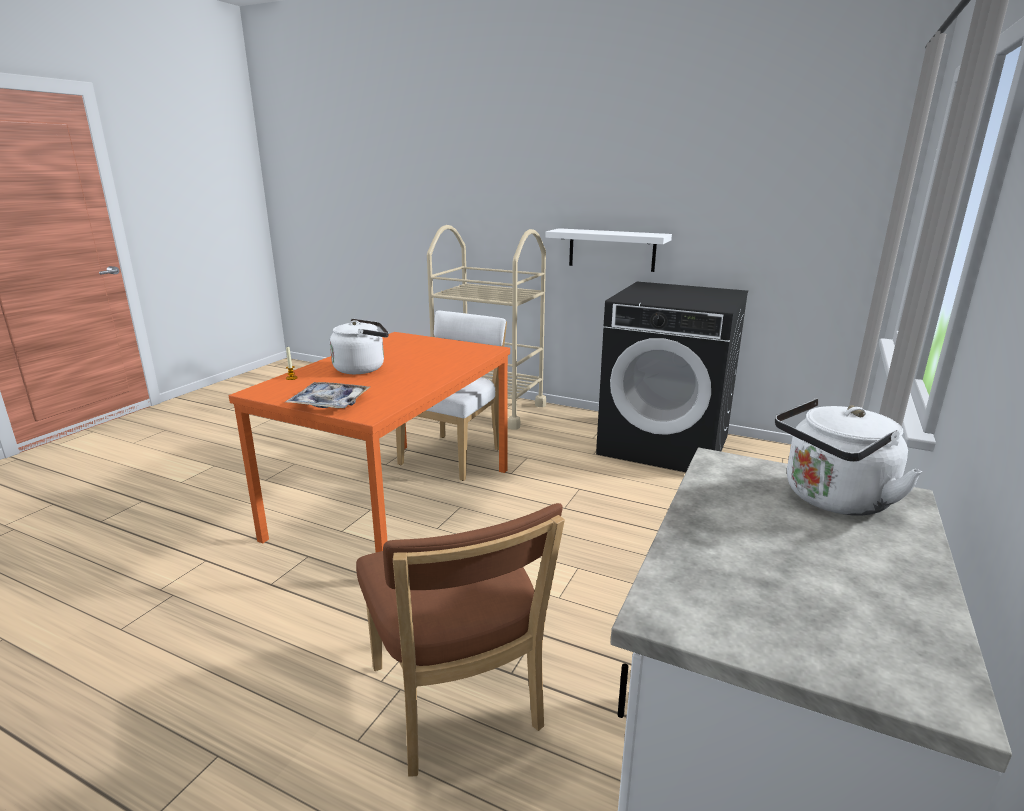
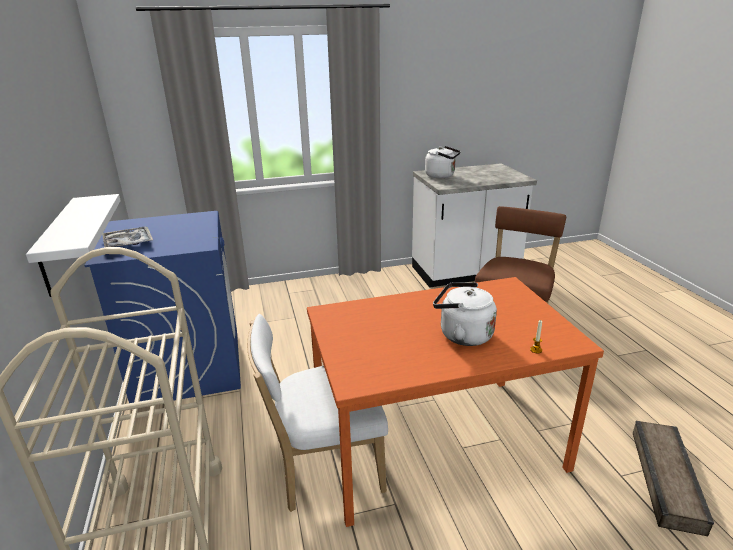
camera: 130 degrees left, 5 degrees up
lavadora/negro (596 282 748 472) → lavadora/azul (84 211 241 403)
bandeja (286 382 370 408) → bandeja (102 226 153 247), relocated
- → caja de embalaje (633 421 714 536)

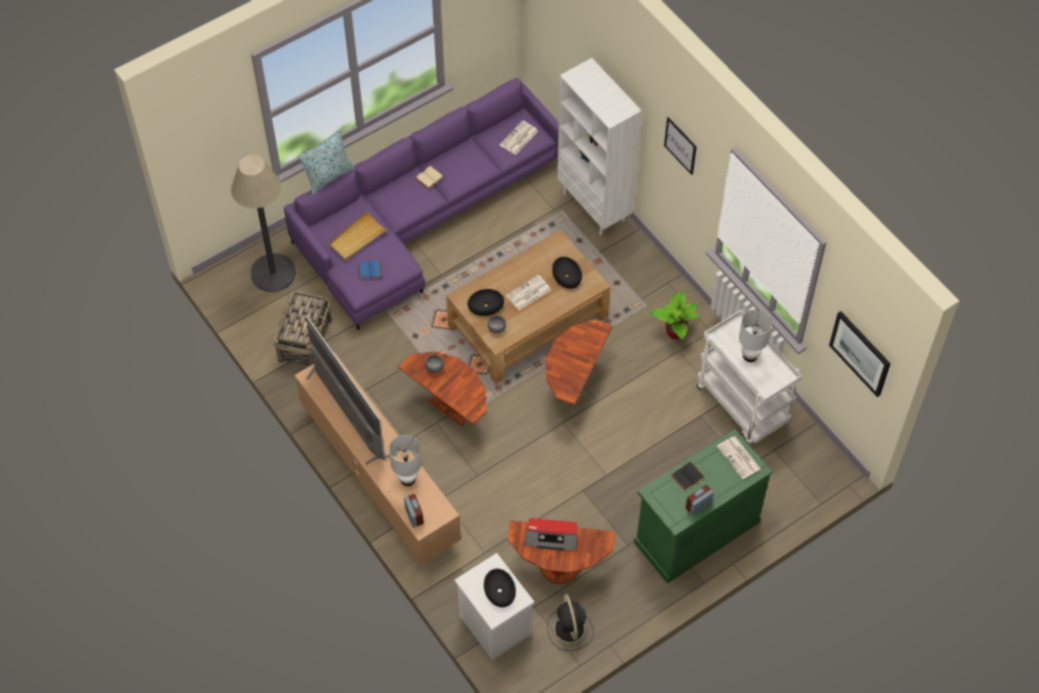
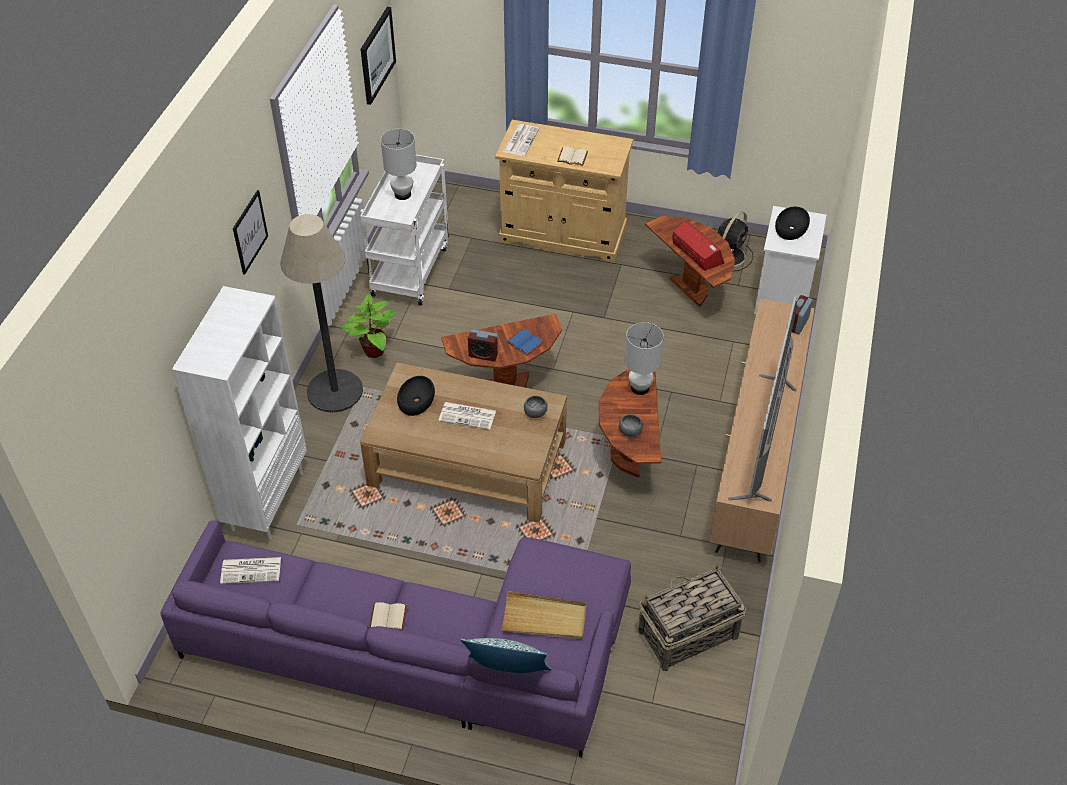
camera: 130 degrees left, 10 degrees down
lámpara de pie (231 155 296 292) → lámpara de pie (280 214 363 413), relocated
libro/azul (358 260 382 280) → libro/azul (506 329 544 356), relocated
cuenco/negro (468 289 504 316) → -
armario/verde (634 429 772 584) → armario/beis (495 120 633 263)
lámpara de mesa/blanco (389 435 421 486) → lámpara de mesa/blanco (625 322 664 395), relocated
libro/negro (671 461 705 491) → libro/beis (557 147 588 166)
despertador (686 485 714 516) → despertador (468 329 499 361), relocated

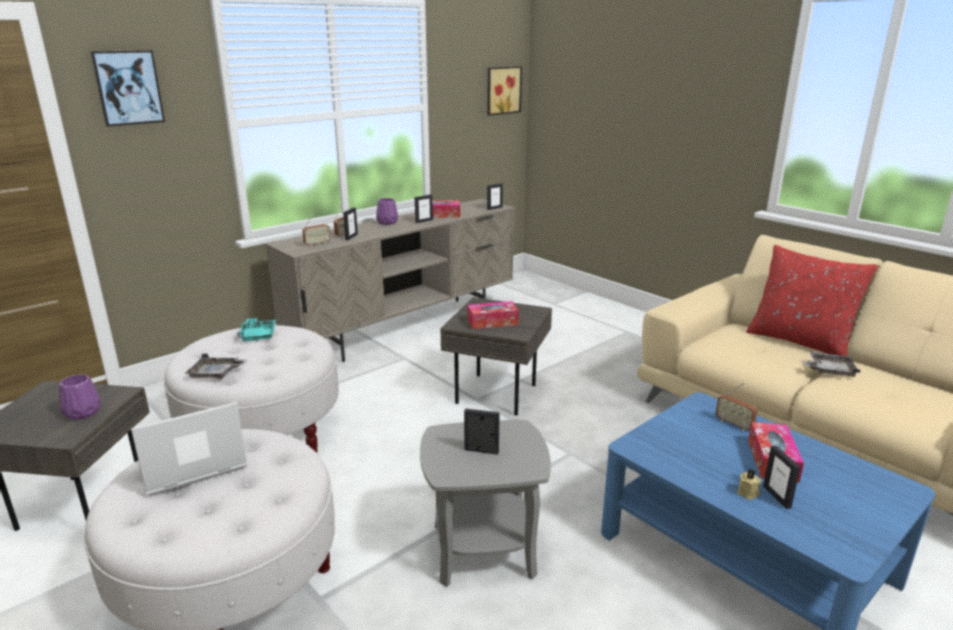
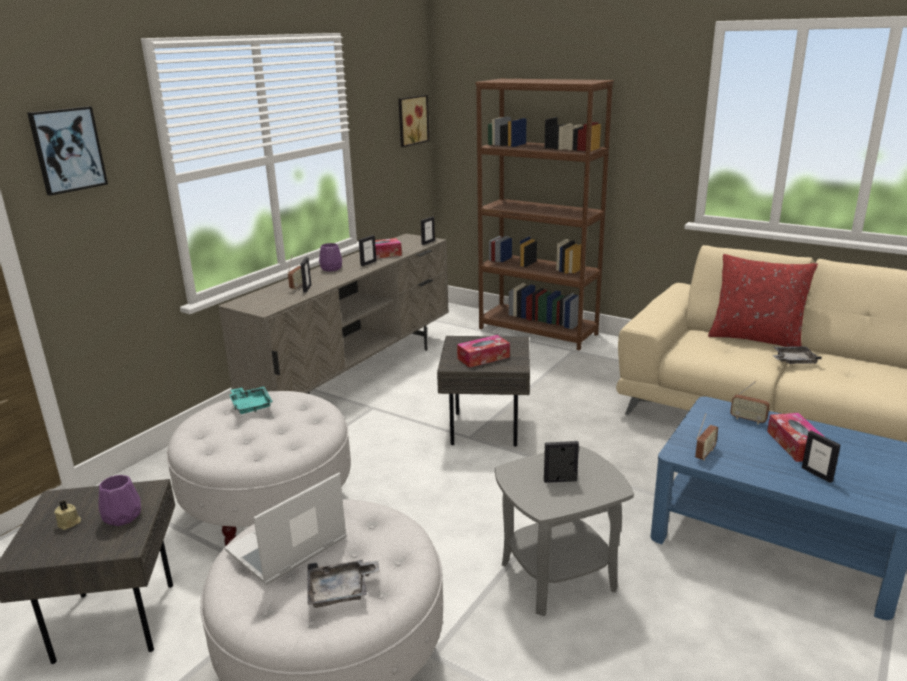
camera: 15 degrees left, 0 degrees up
radio (302 212 331 246) → radio (695 413 718 461), relocated
bandeja/gris (184 354 247 379) → bandeja/gris (308 560 380 608), relocated
vela/beis (738 469 761 500) → vela/beis (54 500 81 530), relocated
- → estantería/marrón (476 79 614 351)

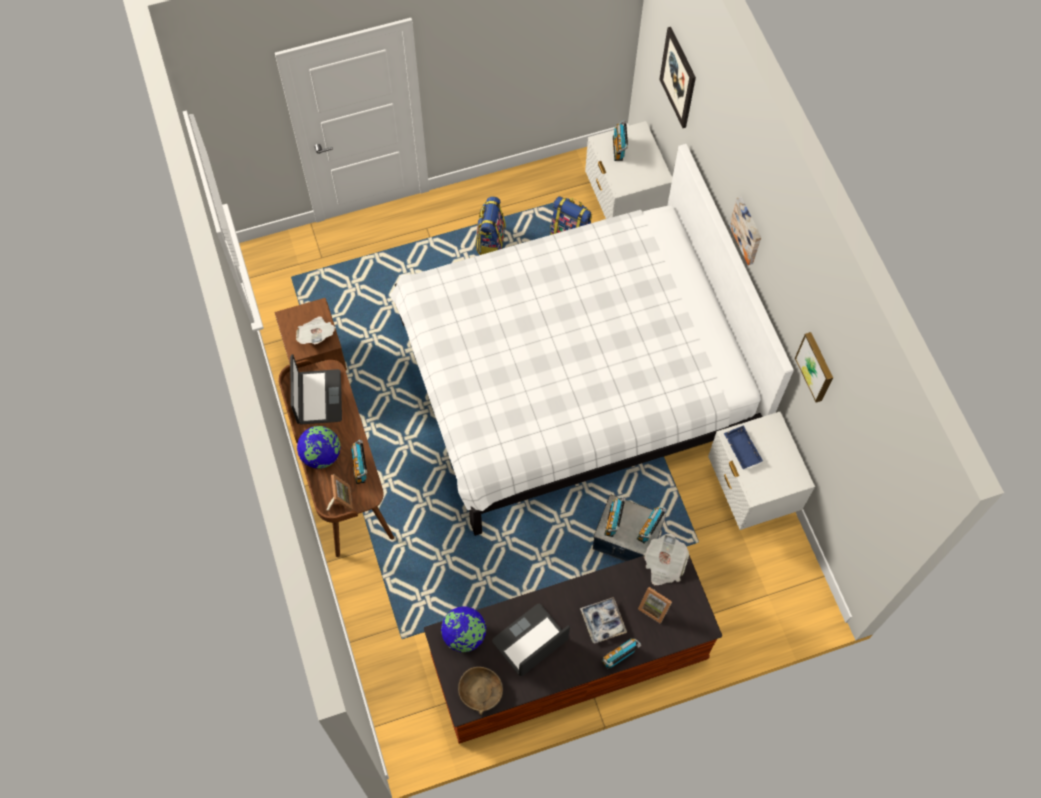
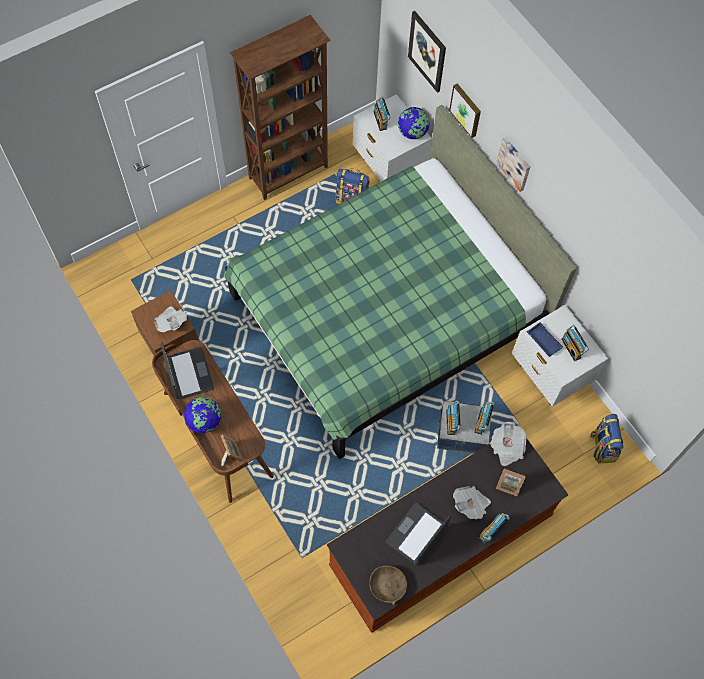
camera: 15 degrees left, 0 degrees up
cama/blanco (390 144 794 536) → cama/verde (223 105 577 459)
mochila (475 197 506 255) → mochila (590 414 624 464), relocated
cuadro (795 332 833 402) → cuadro (449 83 481 138), relocated
radio (351 440 367 484) → radio (561 325 589 361), relocated
bandeja (580 597 627 644) → periódico (453 486 491 519)
globo terráqueo (441 606 486 652) → globo terráqueo (398 107 430 139), relocated
- → estantería/marrón (230 15 331 200)

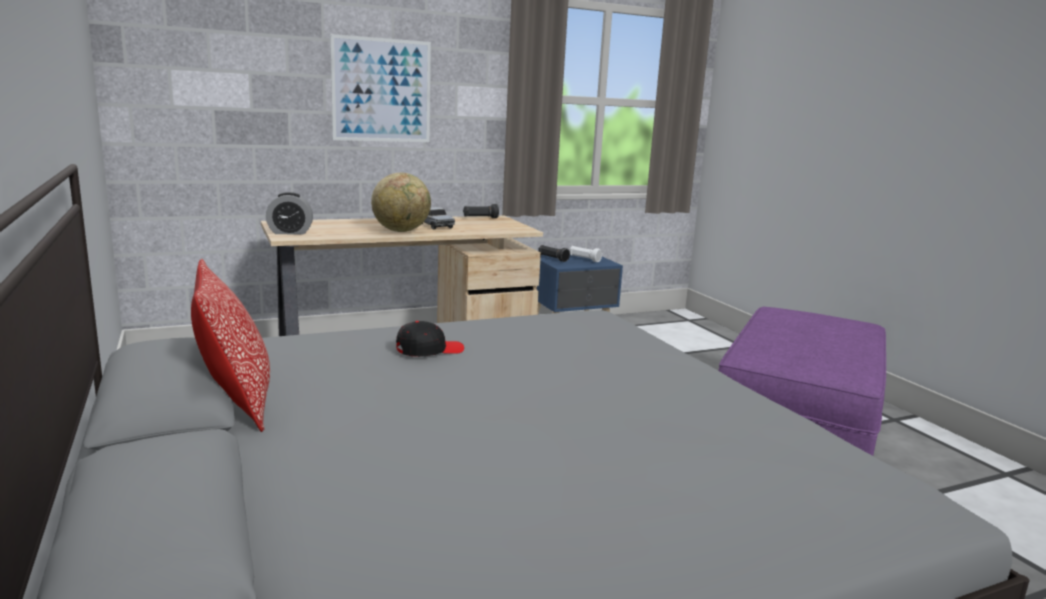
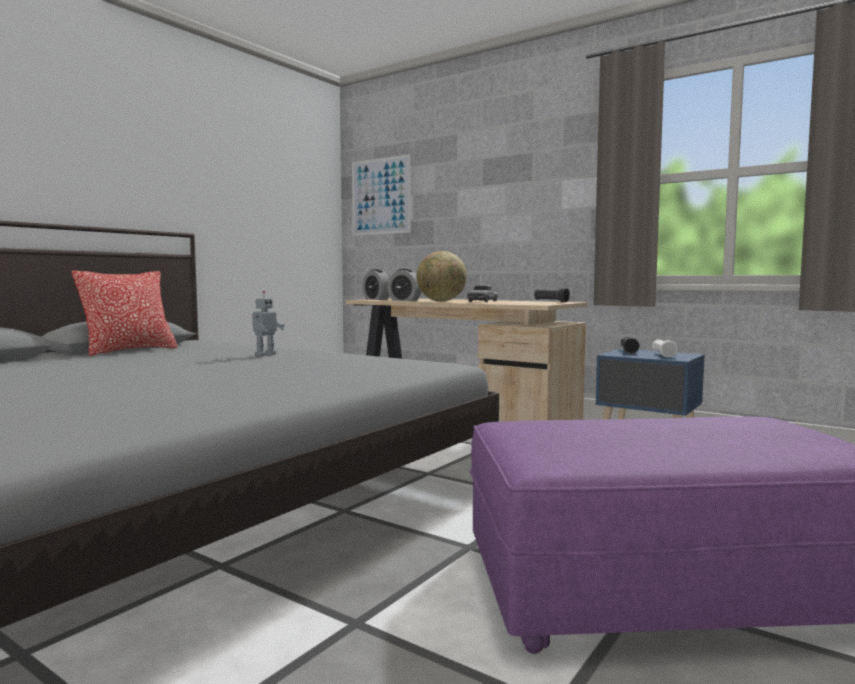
camera: 60 degrees right, 10 degrees down
cuadro (330 34 431 142) → cuadro (352 154 411 236), relocated
gorra/negro (396 321 464 357) → robot de juguete (252 291 285 356)
- → despertador (387 269 421 301)

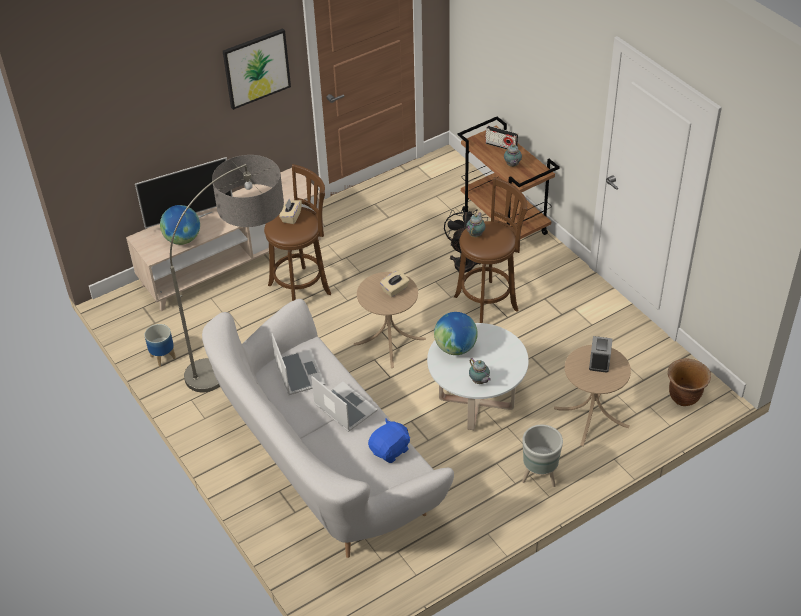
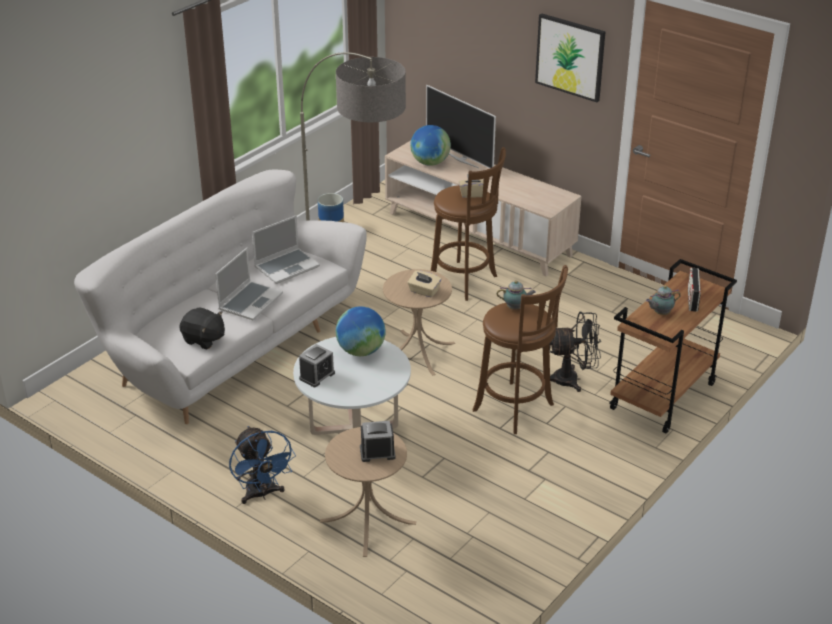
camera: 70 degrees right, 10 degrees down
tetera (469 358 491 384) → despertador (299 344 335 387)
maceta/marrón (668 358 711 406) → -
peluche/azul (368 419 410 463) → peluche/negro (179 307 225 350)
maceta/gris (522 424 563 487) → ventilador/azul (229 426 296 504)

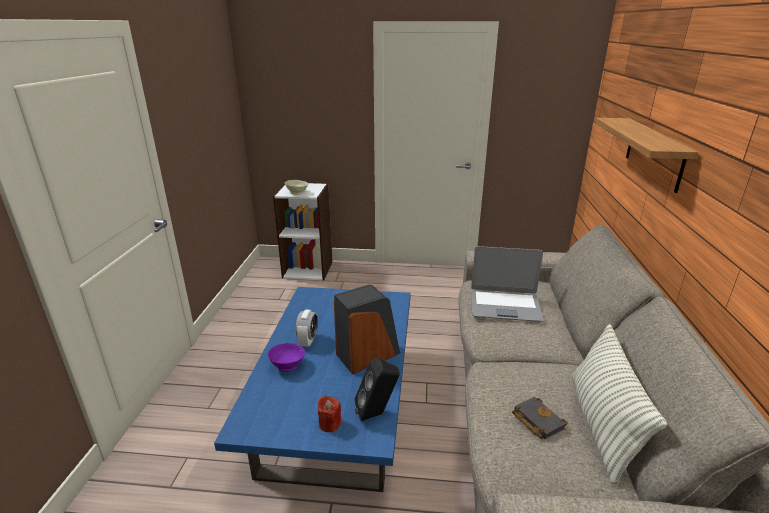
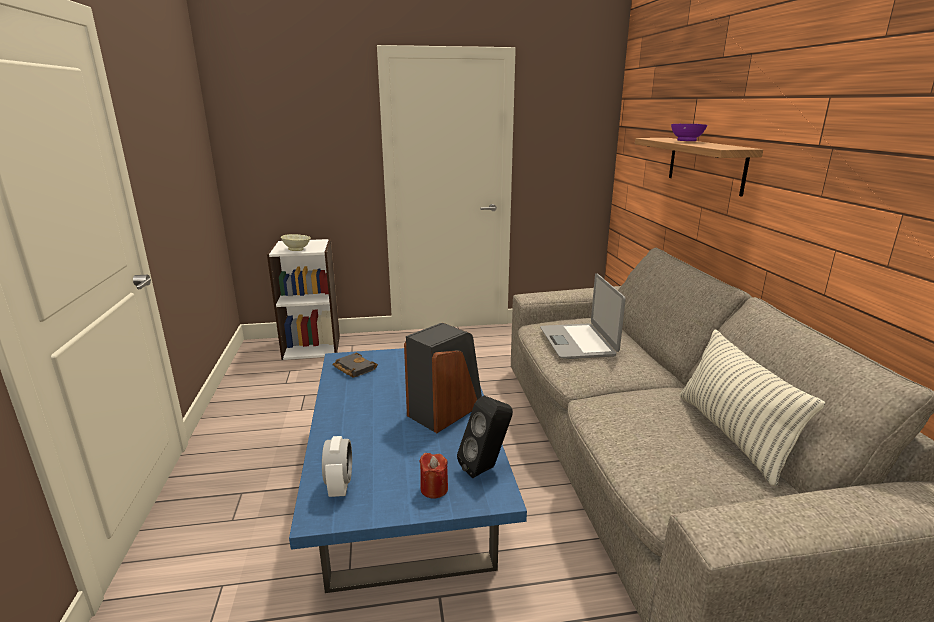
camera: 15 degrees left, 5 degrees down
portátil (471 246 544 322) → portátil (540 273 626 359), 90 degrees clockwise
despertador (296 310 318 347) → despertador (322 436 352 497), relocated
cuenco/morado (268 343 305 372) → cuenco/morado (671 124 708 141), relocated
libro/negro (512 397 568 440) → libro/negro (333 353 378 378), relocated

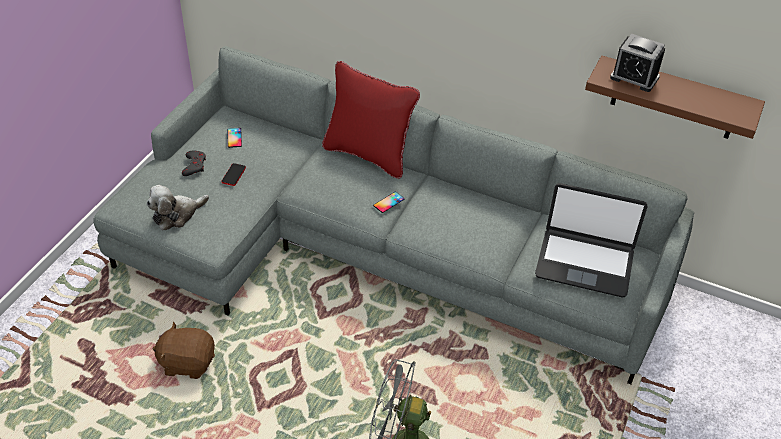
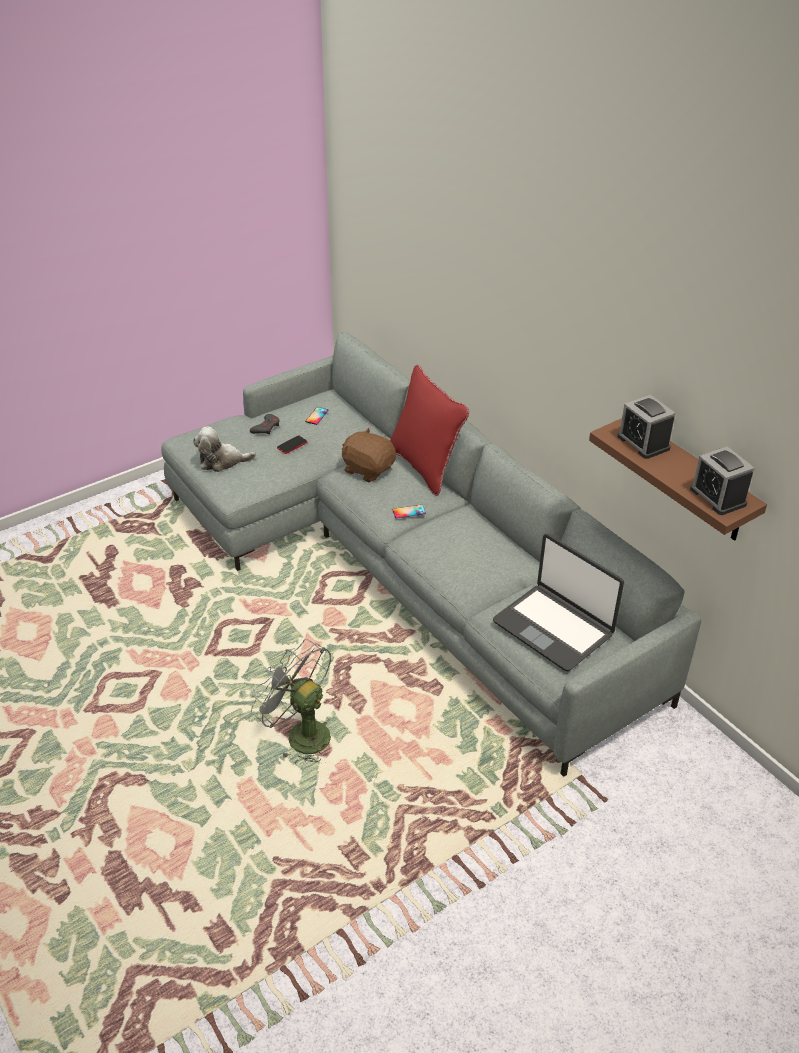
camera: 30 degrees right, 5 degrees down
peluche/marrón (152 322 215 379) → peluche/marrón (342 428 396 482), relocated
- → despertador (690 446 754 515)

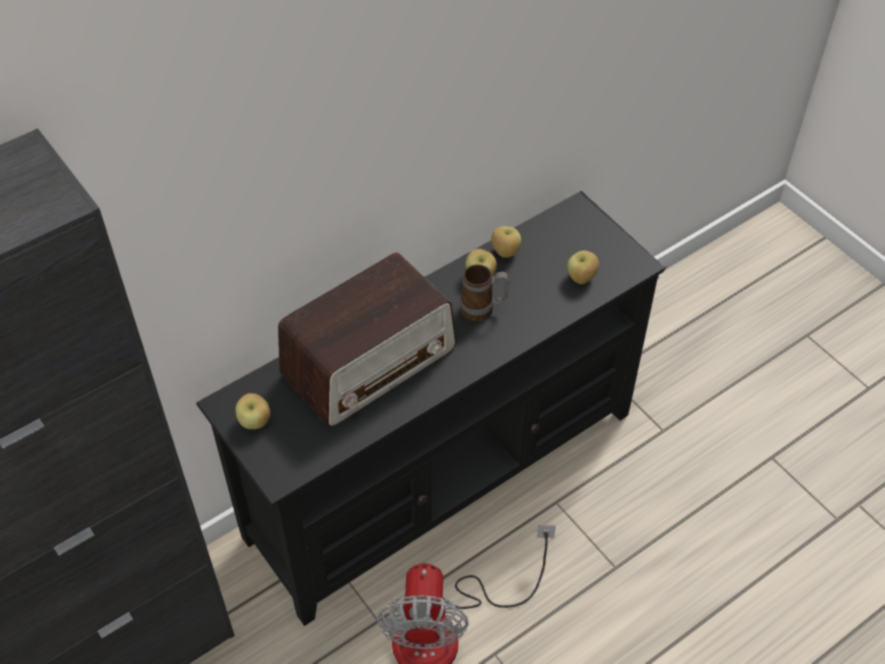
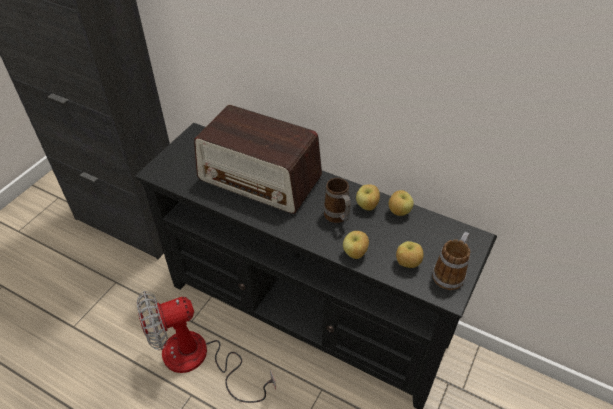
camera: 65 degrees right, 5 degrees down
manzana (236 393 270 429) → manzana (343 231 369 259), relocated
- → taza grande (432 232 470 290)

